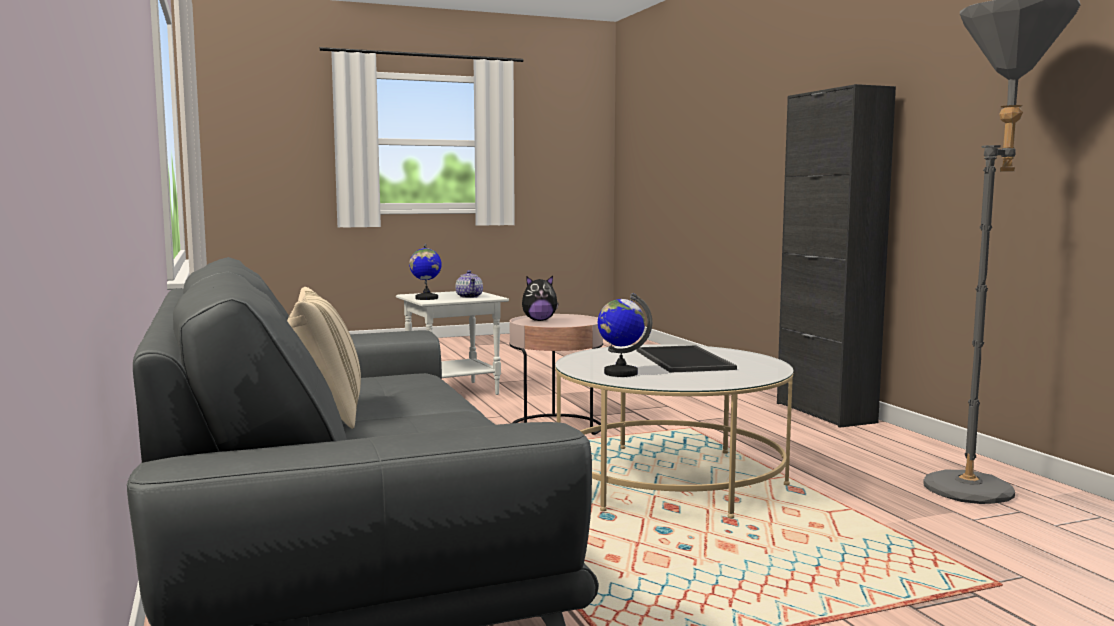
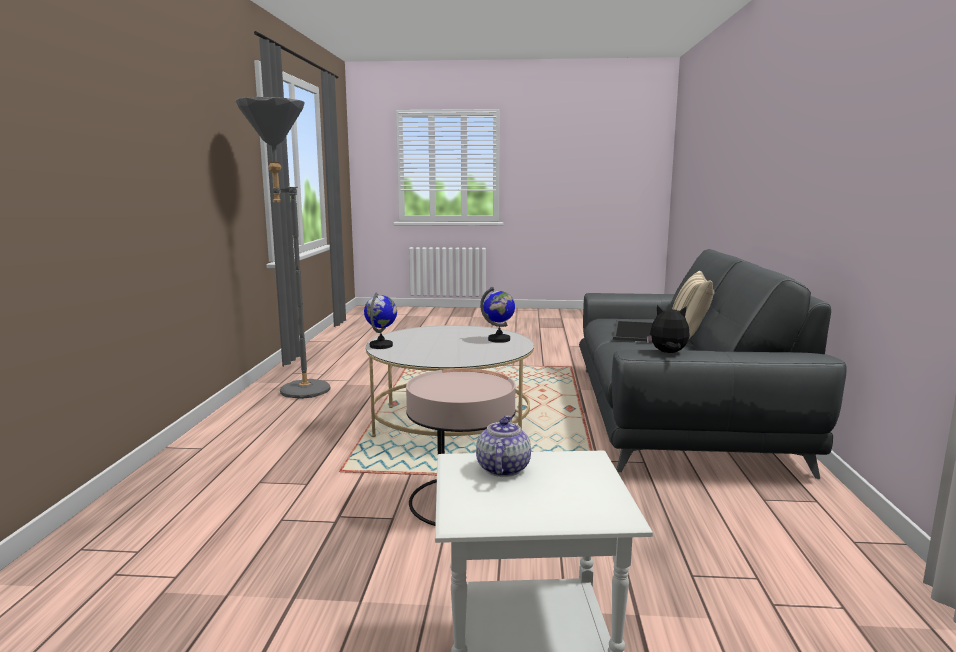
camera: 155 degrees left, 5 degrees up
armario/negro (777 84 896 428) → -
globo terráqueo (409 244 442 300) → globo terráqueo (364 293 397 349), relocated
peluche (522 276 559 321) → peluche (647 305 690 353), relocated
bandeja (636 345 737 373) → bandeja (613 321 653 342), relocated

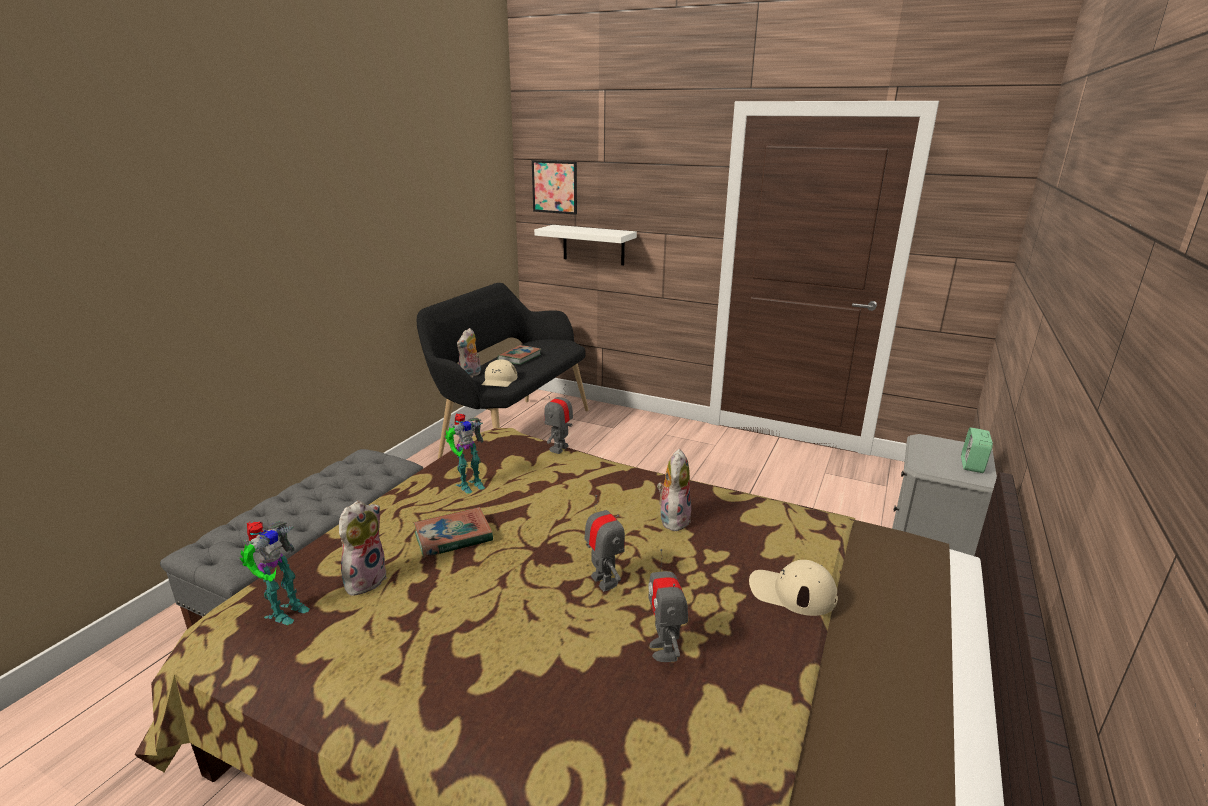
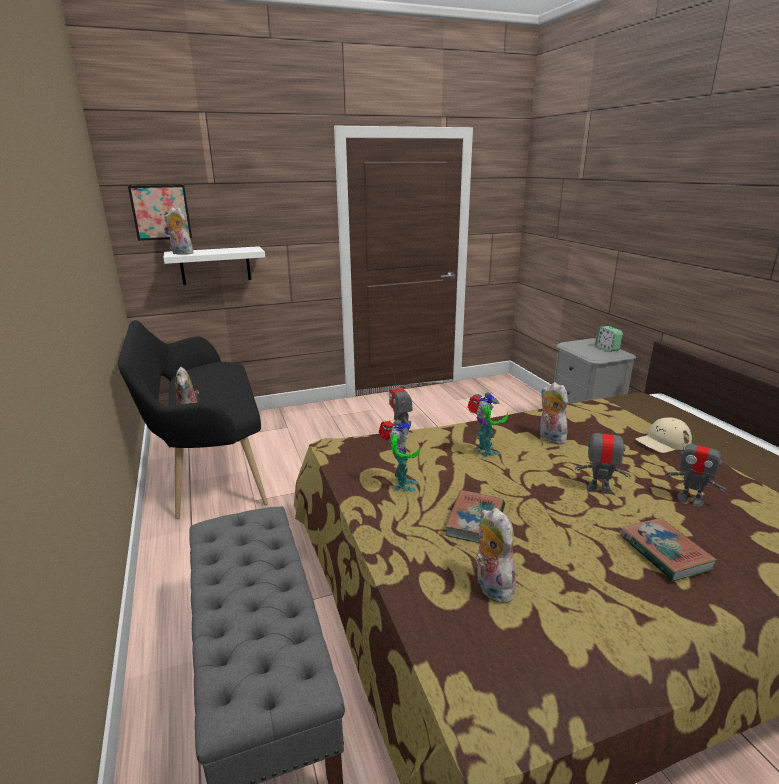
camera: 45 degrees left, 0 degrees up
libro (497 345 541 365) → libro (620 518 717 581), relocated
gorra/beis (482 359 517 387) → -
robot de juguete (240 521 310 625) → robot de juguete (467 392 508 458), relocated
- → peluche (164 207 194 255)

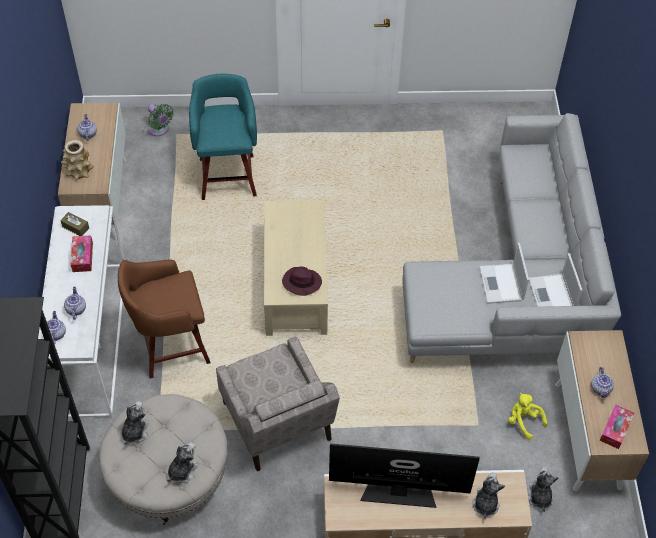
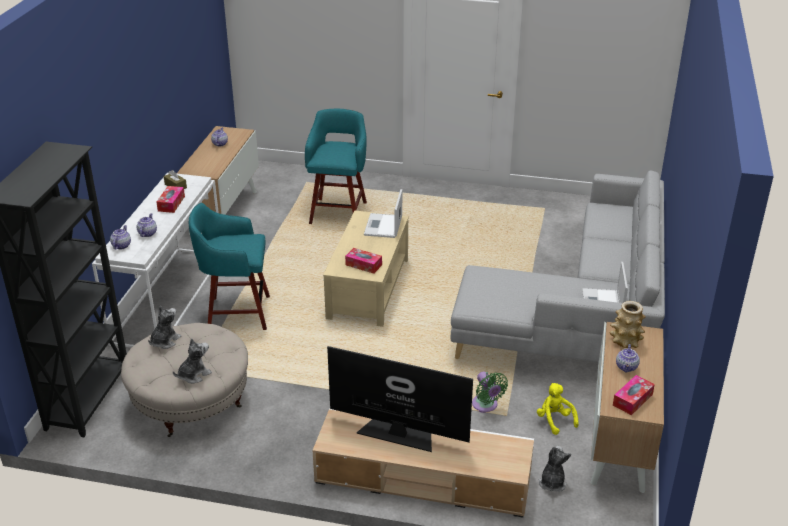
camera: 15 degrees right, 20 degrees down
ventilador/verde (148 104 174 136) → ventilador/verde (472 372 508 413), relocated
florero (61 140 94 180) → florero (610 301 646 348), relocated
portátil (479 243 529 304) → portátil (364 189 402 238), relocated
taburete/marrón (118 259 210 379) → taburete/turquesa (189 203 270 330)
sombrero/morado (282 267 322 296) → caja de pañuelos (345 248 382 274)
sillón/beis (216 337 340 471) → -
peluche (472 473 505 519) → -

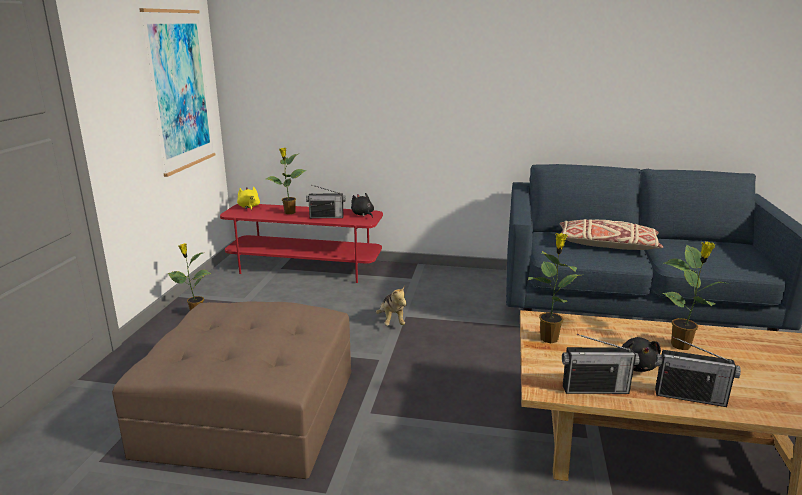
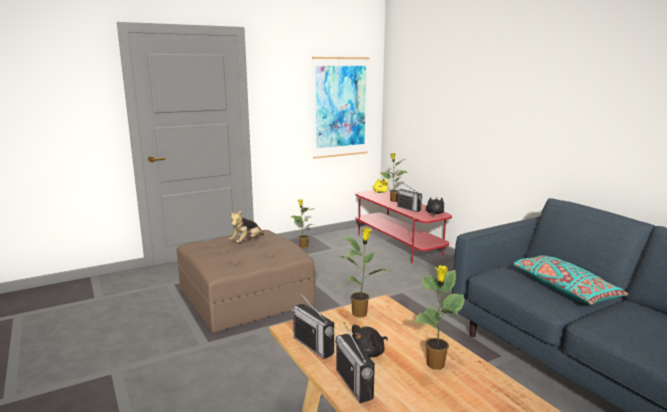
camera: 50 degrees right, 5 degrees down
cojín/beis (559 219 663 250) → cojín/turquesa (512 255 629 305)
peluche (376 286 407 326) → peluche (229 211 264 243), relocated

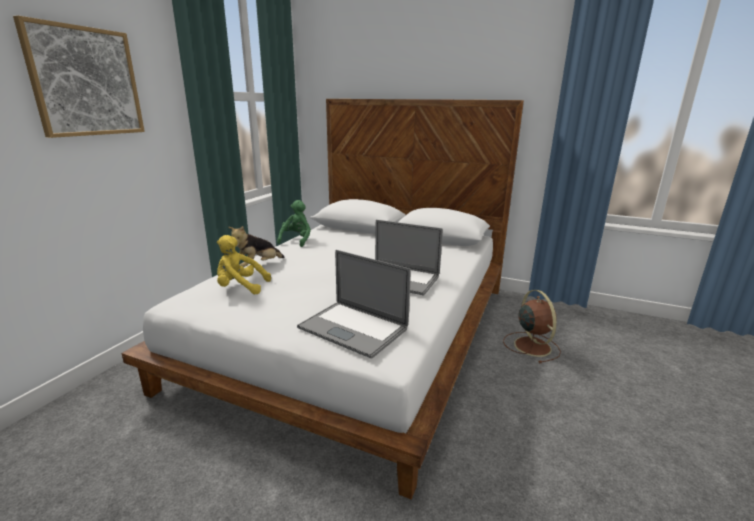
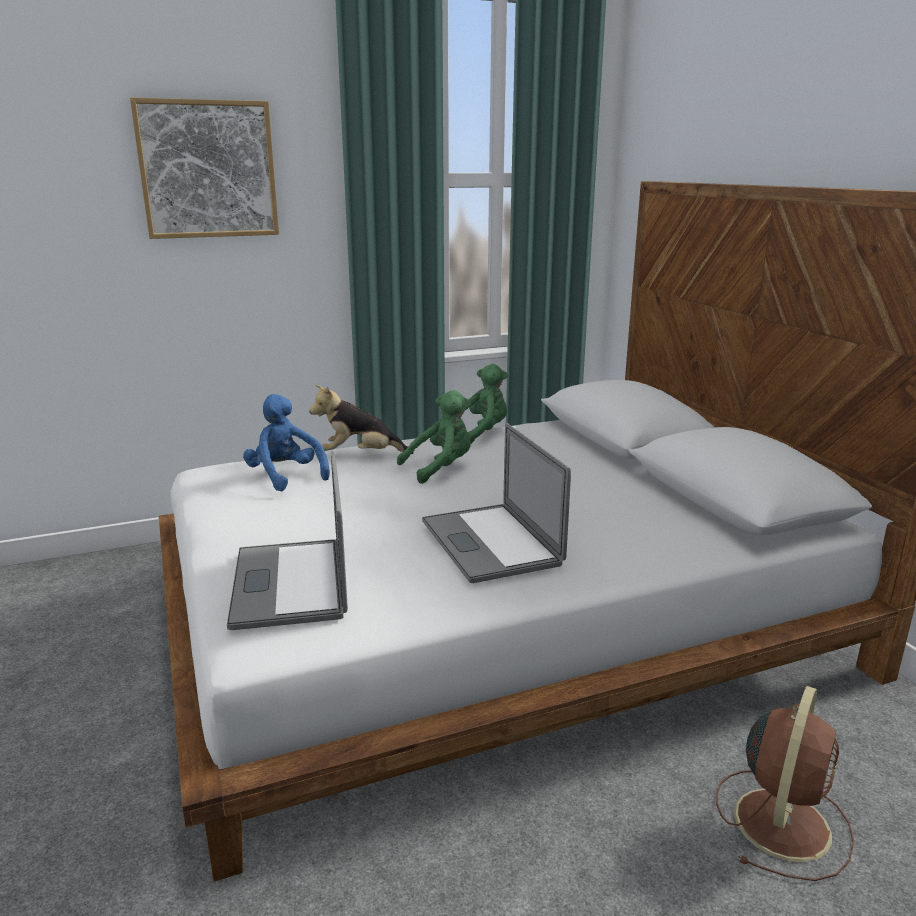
camera: 45 degrees right, 0 degrees up
peluche/amarillo (217 235 271 294) → peluche/azul (243 394 330 492)
- → peluche/verde (397 390 471 483)

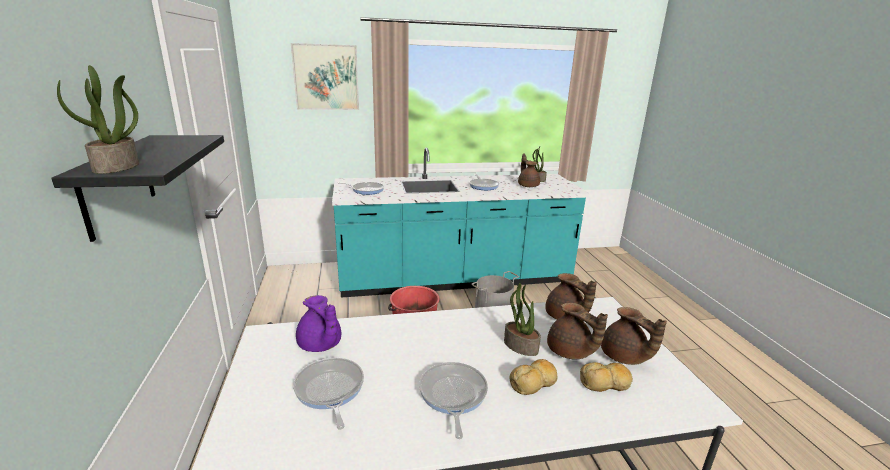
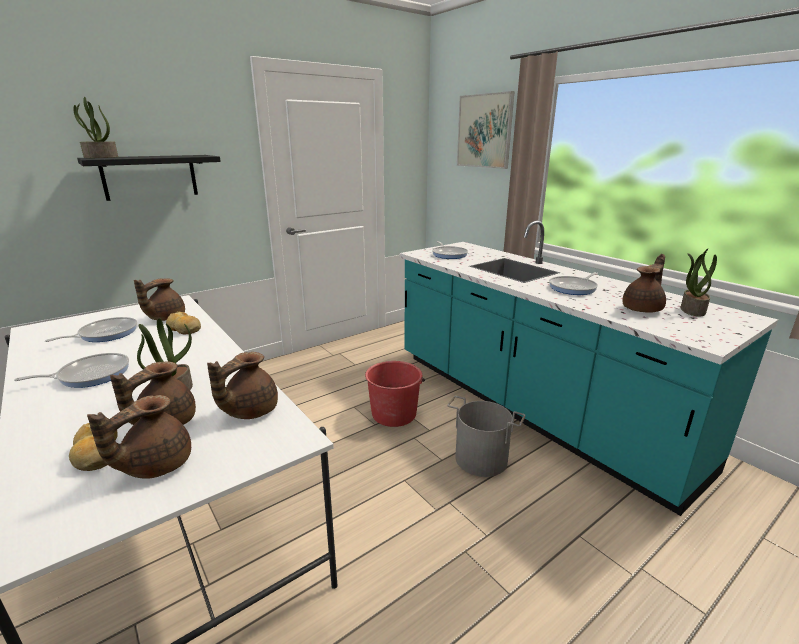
camera: 65 degrees right, 0 degrees up
tetera/morado (296 295 341 352) → tetera/marrón (134 278 185 321)
pan (510 359 557 395) → pan (166 311 201 334), relocated

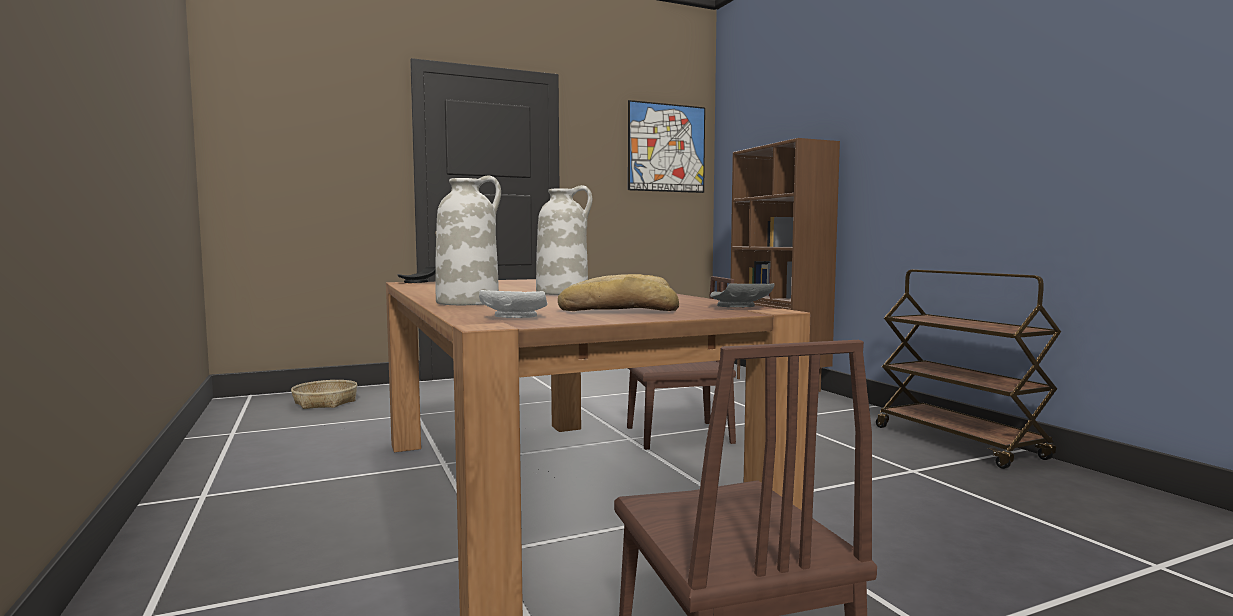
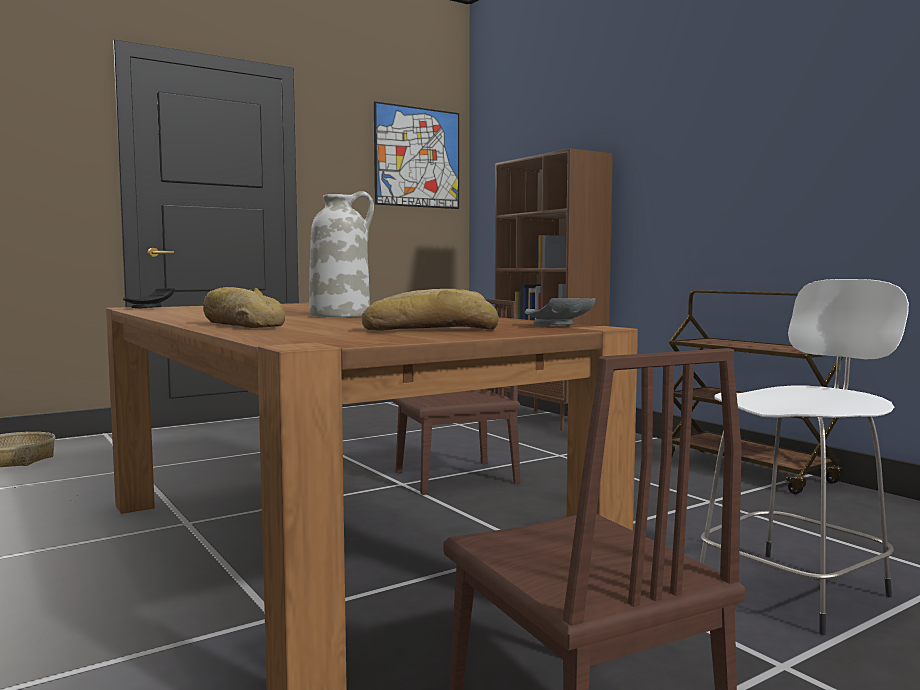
camera: 10 degrees left, 0 degrees up
florero/blanco (435 176 501 305) → pan (203 287 285 328)
plato/blanco (479 290 548 318) → -
- → taburete/blanco (700 279 909 635)

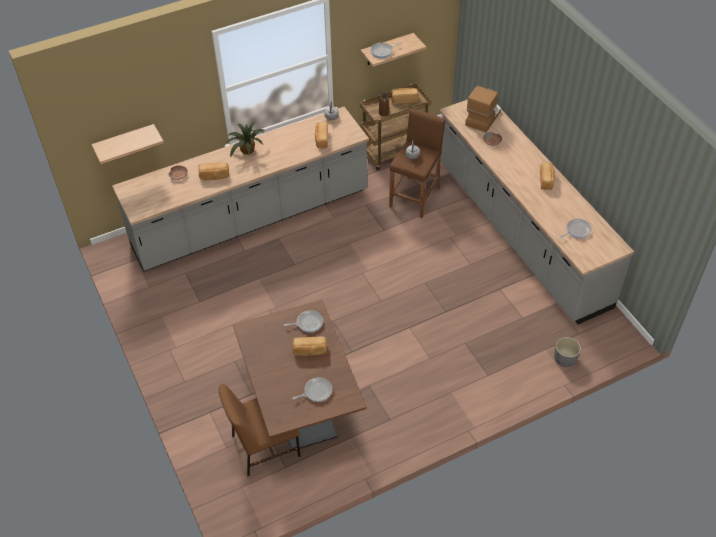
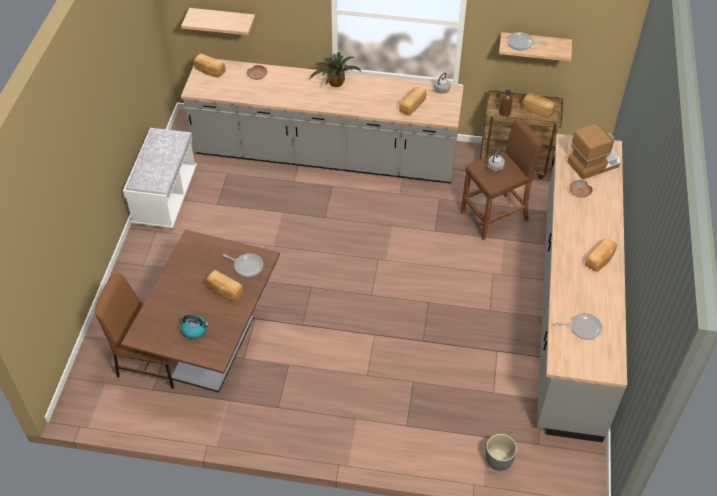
camera: 35 degrees right, 0 degrees up
pan (199 162 229 180) → pan (193 53 226 78), relocated
sartén (292 377 332 402) → hervidor (181 315 209 339)
- → banco/blanco (123 128 197 228)

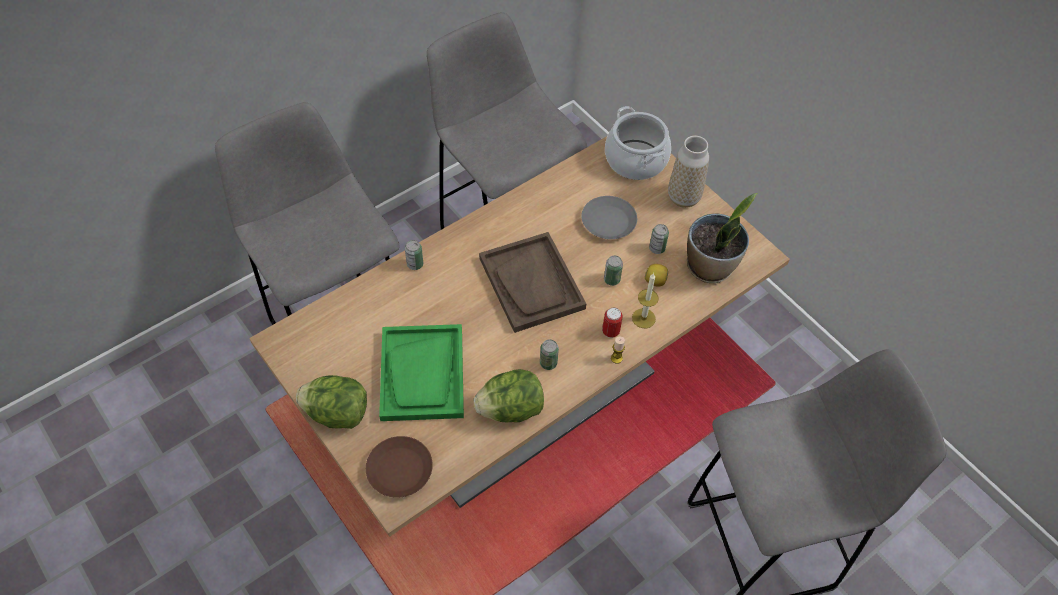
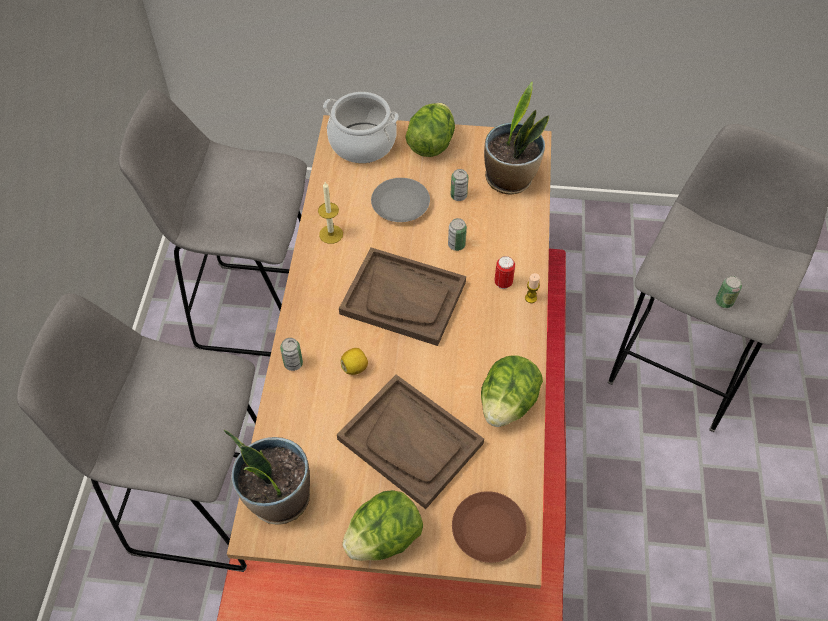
camera: 45 degrees left, 0 degrees up
florero (668 136 709 208) → lechuga (405 103 455 157)
limón (645 264 668 286) → limón (341 348 368 375), relocated
vela (632 273 659 328) → vela (318 182 343 244), relocated
bandeja/verde (379 324 464 421) → bandeja/marrón (337 374 484 509)
lata (540 339 559 370) → lata (716 276 742 308), relocated
- → planta en maceta (224 430 310 525)

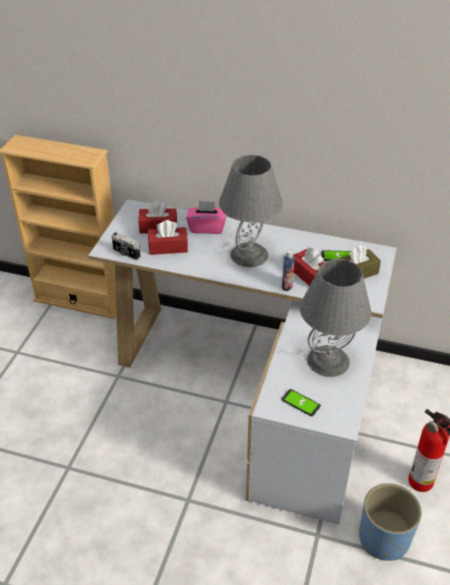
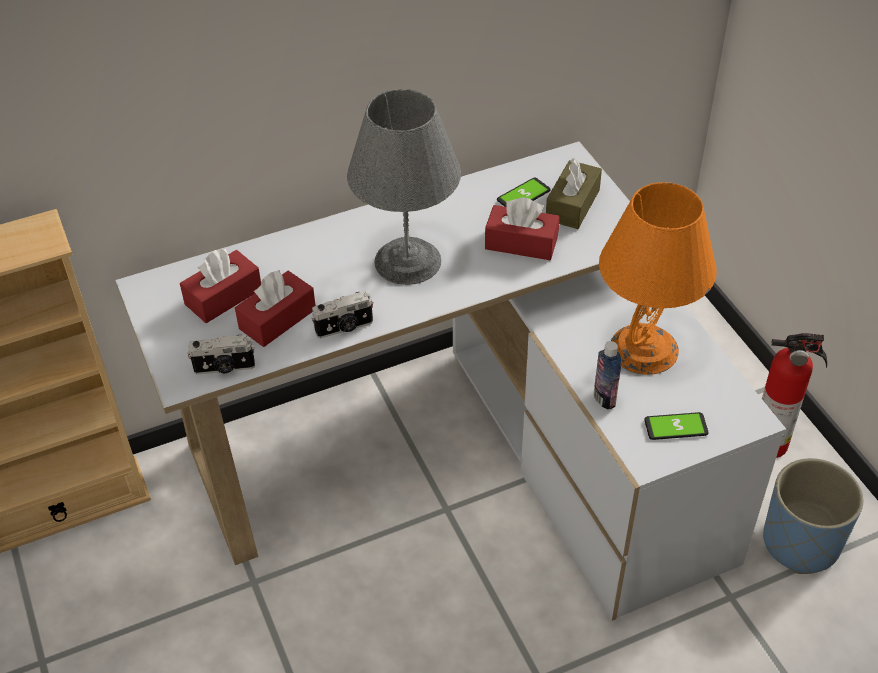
camera: 40 degrees left, 5 degrees up
caja de pañuelos/rosa (186 201 226 234) → -
botella (282 249 295 291) → botella (594 341 622 410), relocated
lámpara de mesa/gris (300 259 372 377) → lámpara de mesa/naranja (599 182 717 375)
- → cámara (311 291 374 338)

